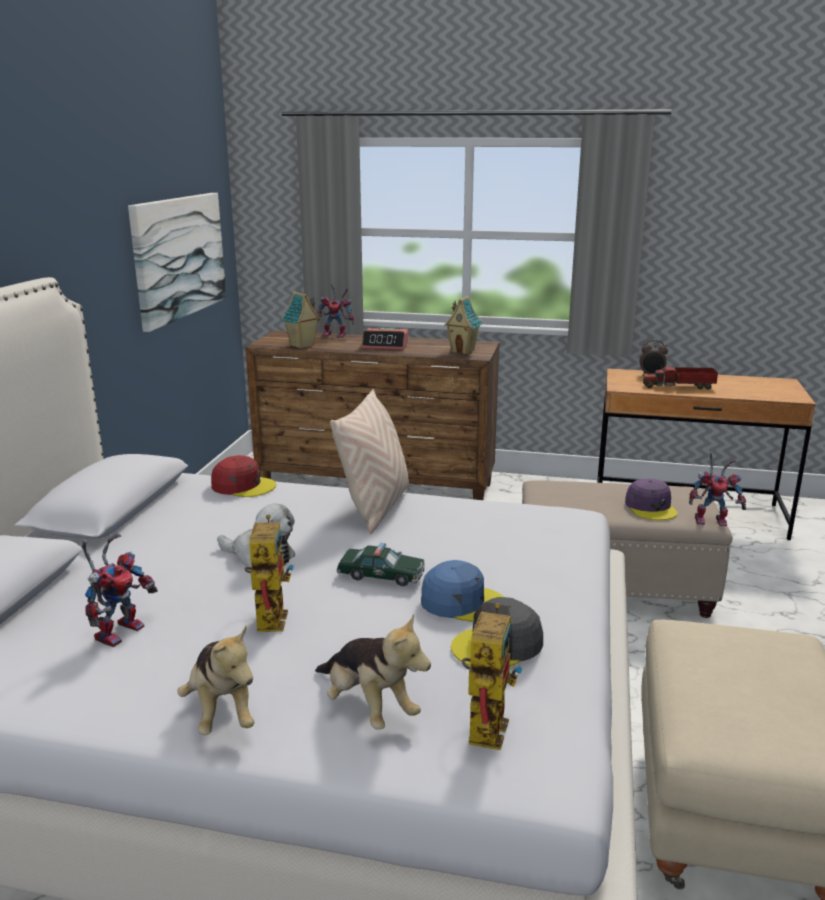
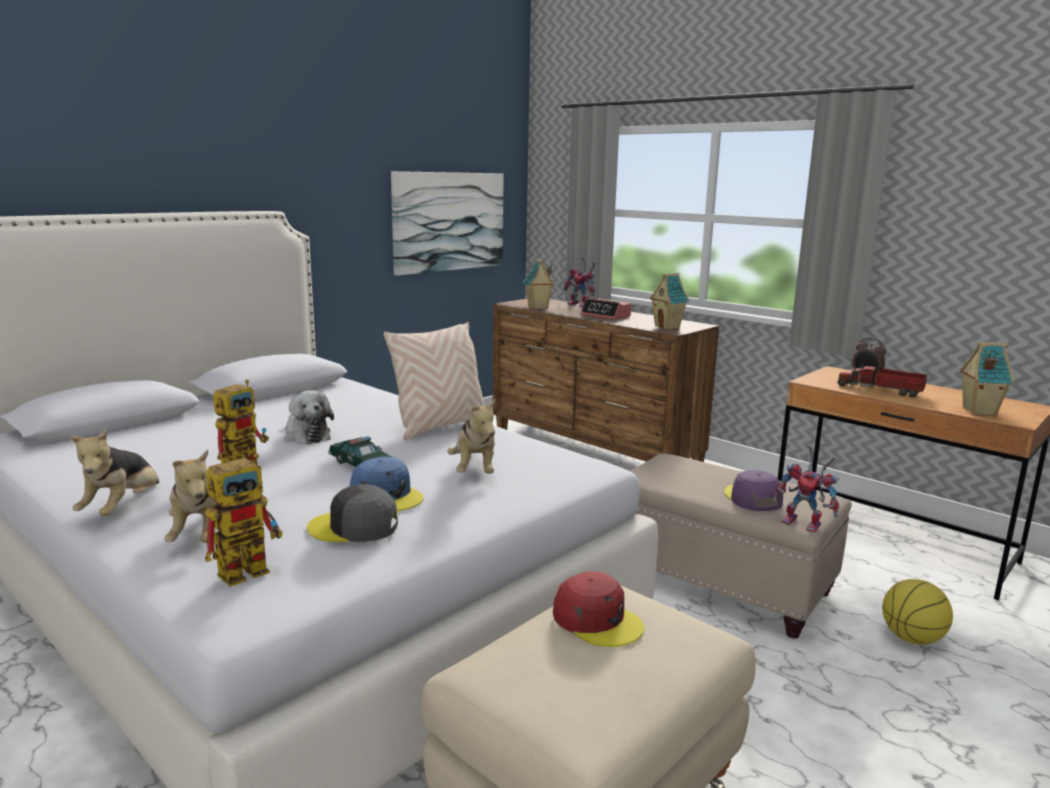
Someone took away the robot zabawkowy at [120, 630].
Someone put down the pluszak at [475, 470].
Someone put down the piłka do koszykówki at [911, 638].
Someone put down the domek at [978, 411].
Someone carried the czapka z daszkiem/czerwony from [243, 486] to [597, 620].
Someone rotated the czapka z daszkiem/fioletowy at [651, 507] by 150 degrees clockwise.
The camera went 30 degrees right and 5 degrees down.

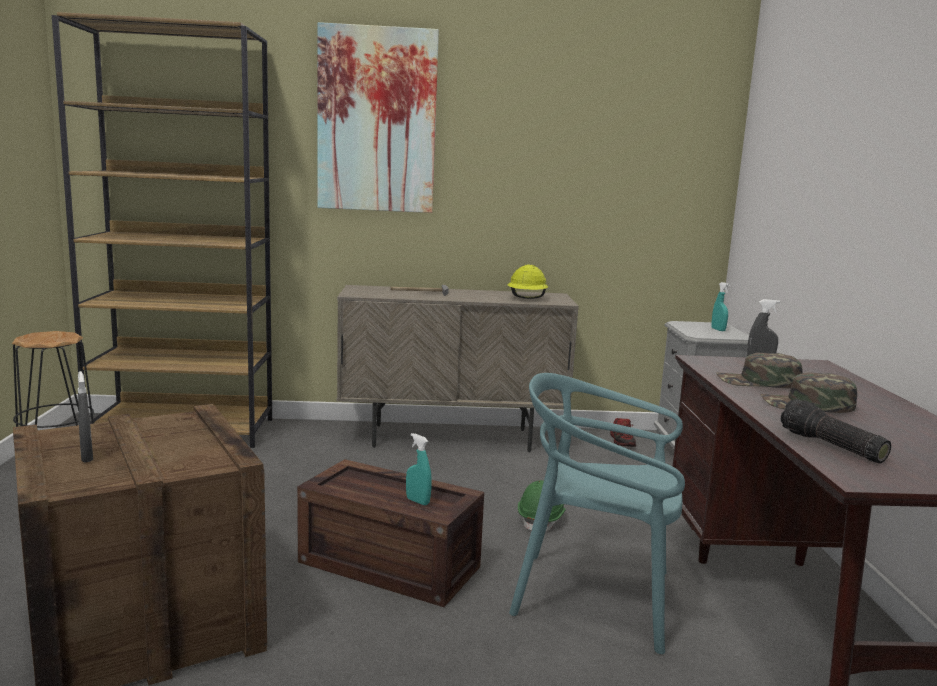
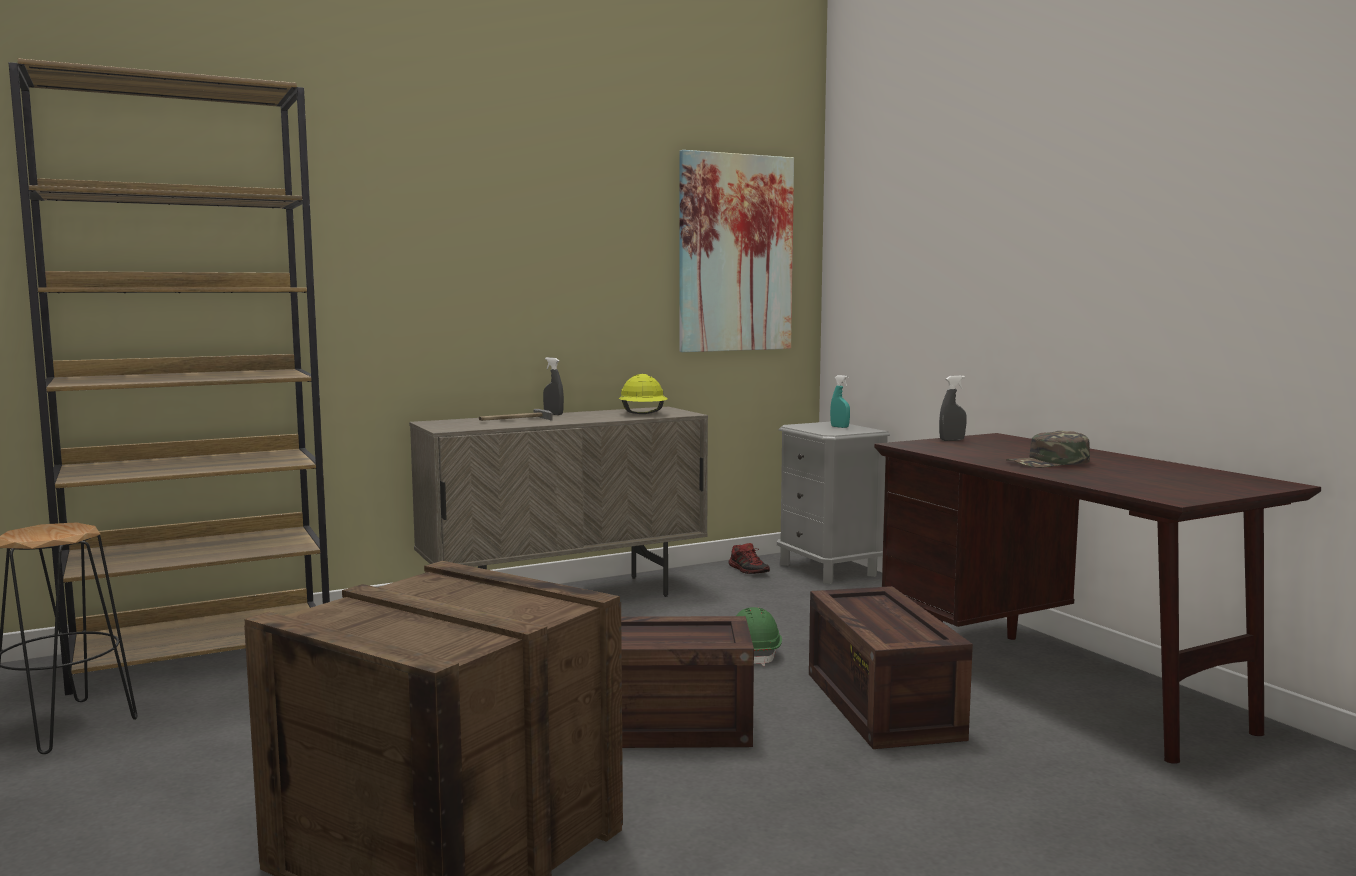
Someone took away the spryskiwacz/turkusowy at [417, 501].
Someone took away the czapka z daszkiem/zielony at [758, 382].
Someone took away the latarka at [829, 446].
Someone carried the spryskiwacz/szary from [86, 457] to [553, 414].
Someone carried the obraz from [377, 120] to [735, 253].
Someone swapped the krzesło/turkusowy at [594, 597] for the skrzynka at [878, 704].
The camera went 25 degrees left and 5 degrees down.

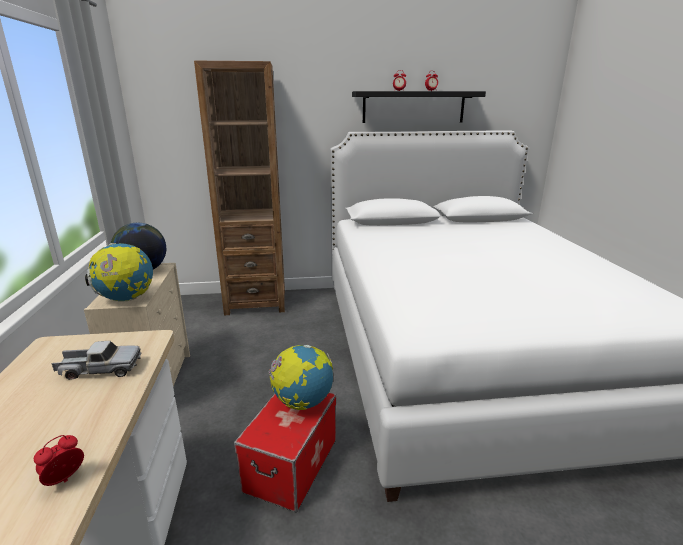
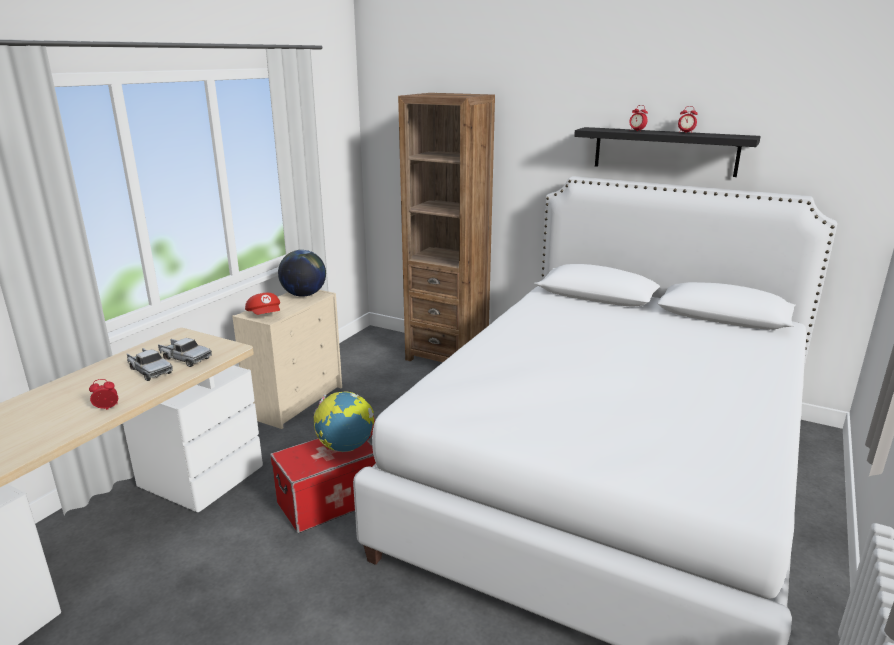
Someone put down the ciężarówka zabawkowa at [149, 370].
Someone swapped the globus at [126, 299] for the czapka z daszkiem/czerwony at [265, 315].
The camera went 35 degrees right and 0 degrees up.

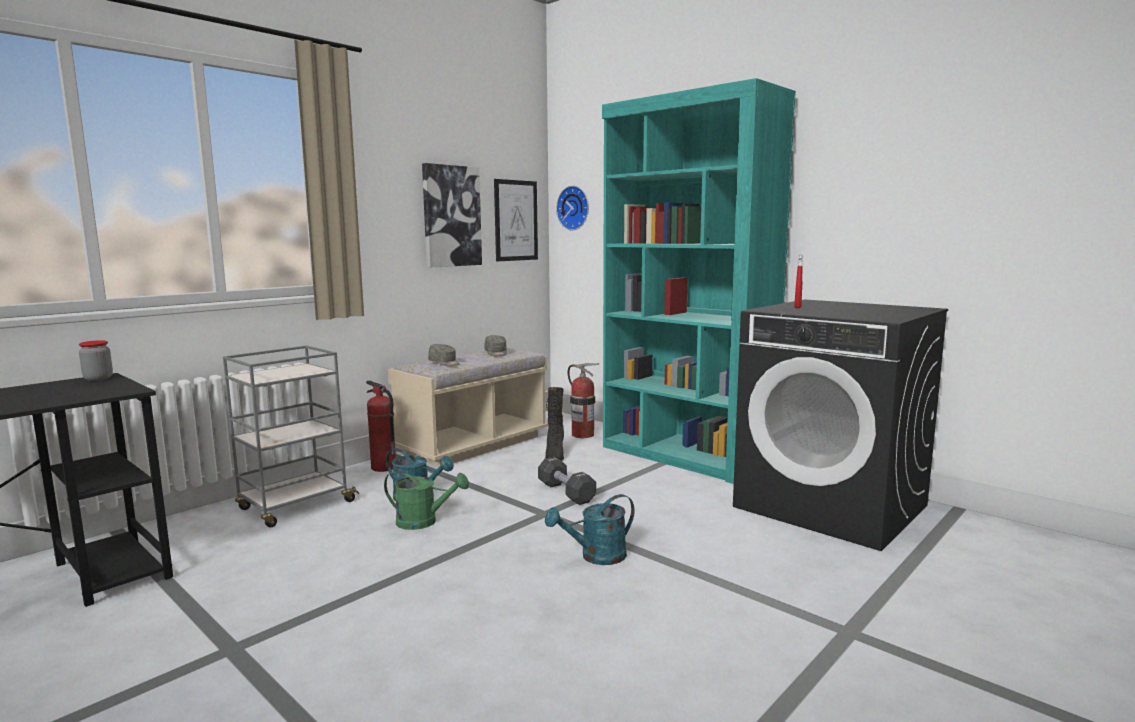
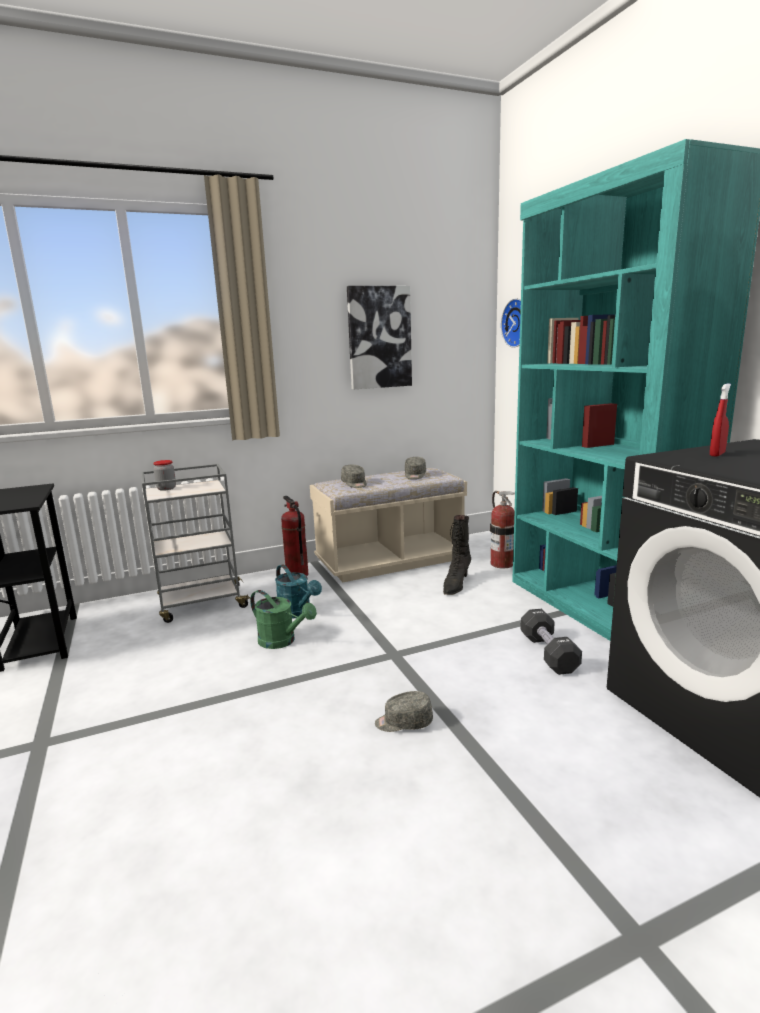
Someone took away the obraz at [516, 220].
Someone carried the słoik from [98, 378] to [166, 488].
Someone carried the hantel/czarny from [566, 492] to [548, 653].
Someone swapped the konewka/turkusowy at [596, 557] for the czapka z daszkiem/szary at [403, 722].
The camera went 25 degrees right and 5 degrees up.

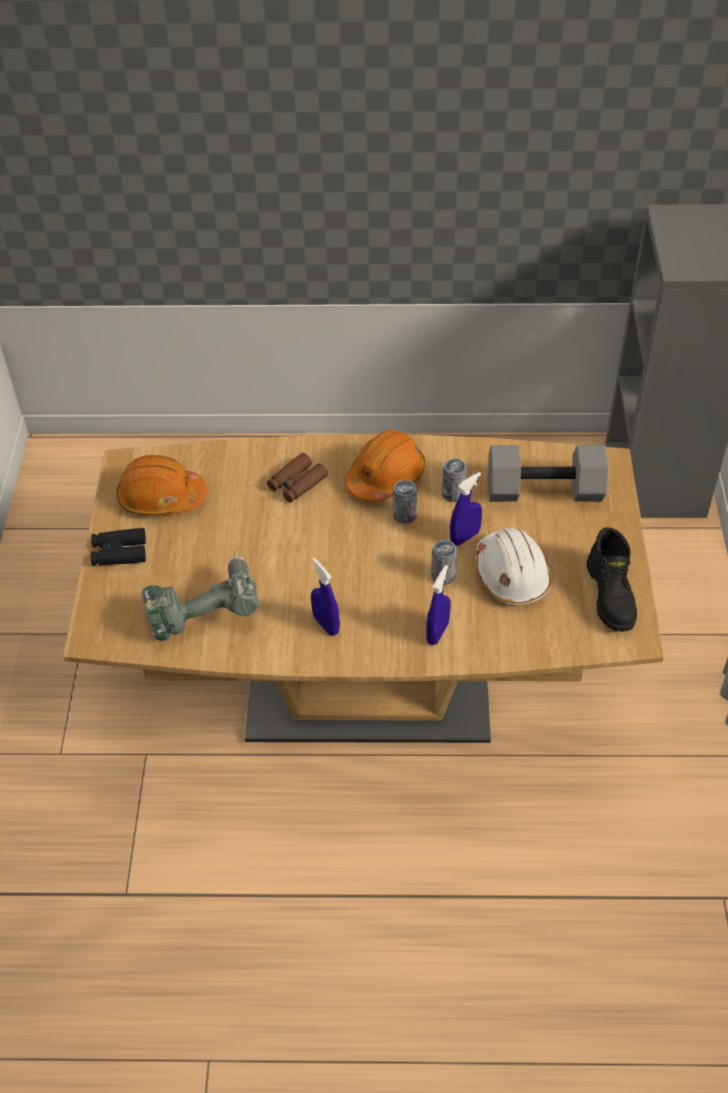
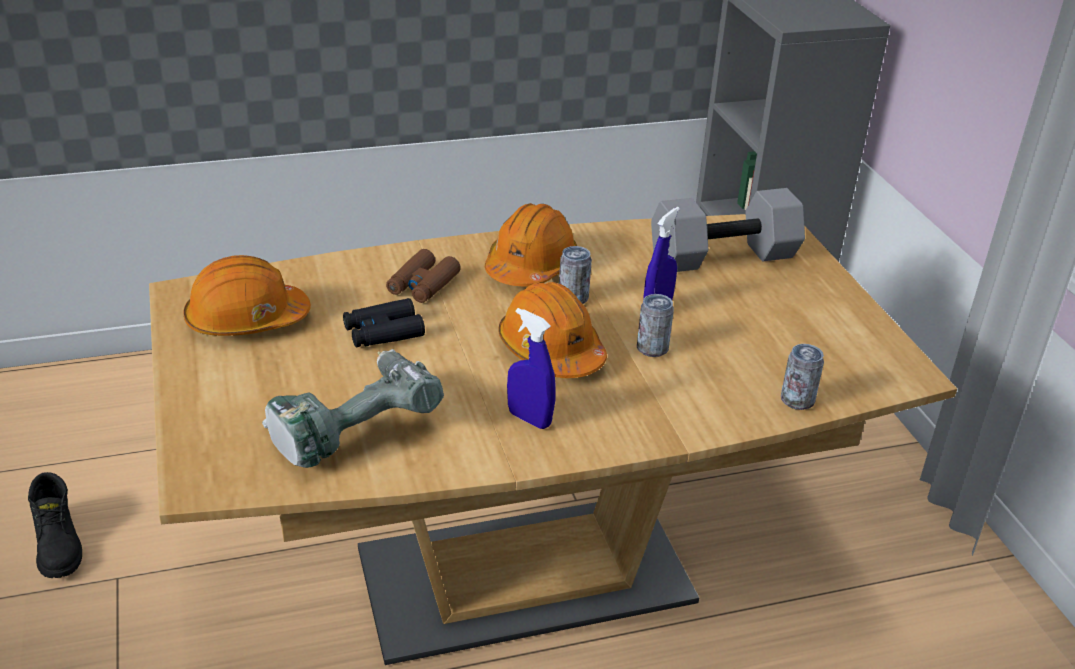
Someone took away the spryskiwacz/niebieski at [437, 633].
Someone took away the kask/biały at [511, 575].
Someone put down the kask/pomarańczowy at [550, 351].
Someone carried the lornetka/czarny from [119, 552] to [383, 332].
Someone carried the puszka from [453, 494] to [797, 400].
Someone carried the but z cholewką/czarny from [611, 595] to [59, 545].
The camera went 20 degrees left and 15 degrees down.

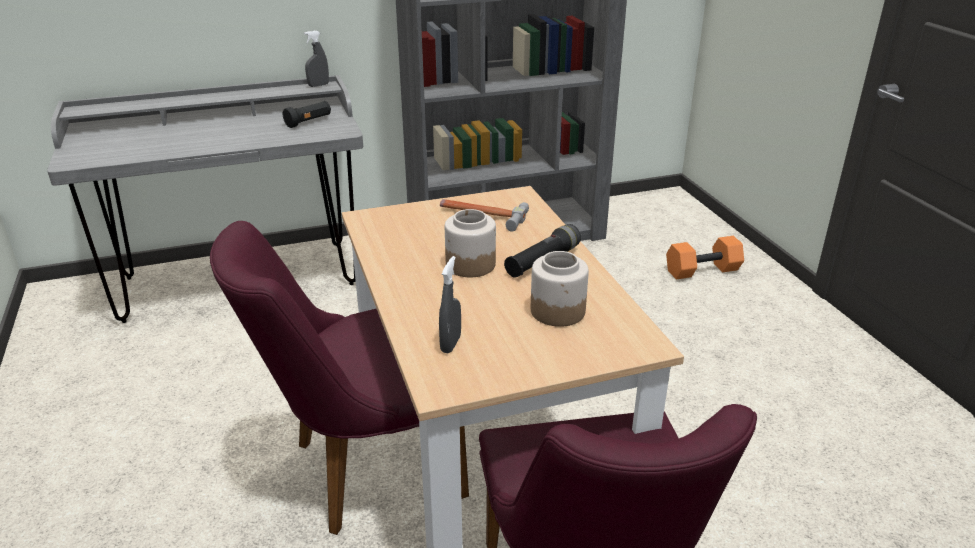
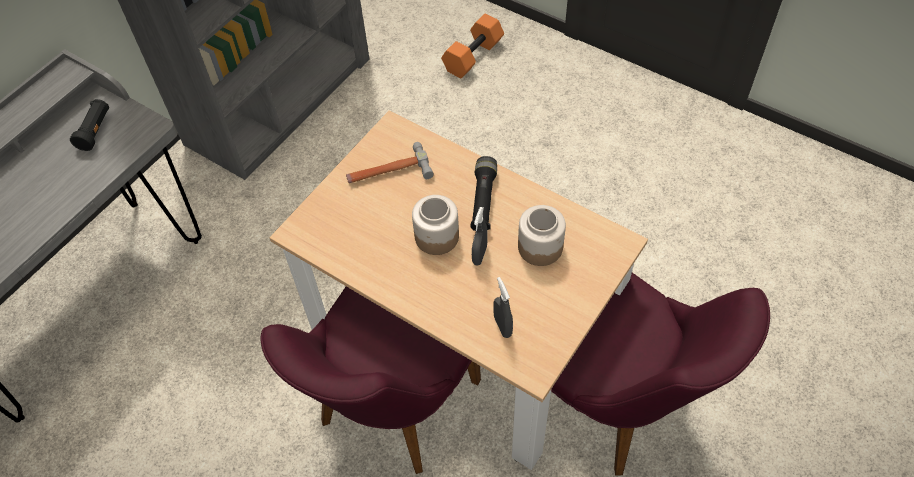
Someone carried the spryskiwacz/szary from [318, 85] to [479, 255].
The camera went 35 degrees left and 25 degrees up.

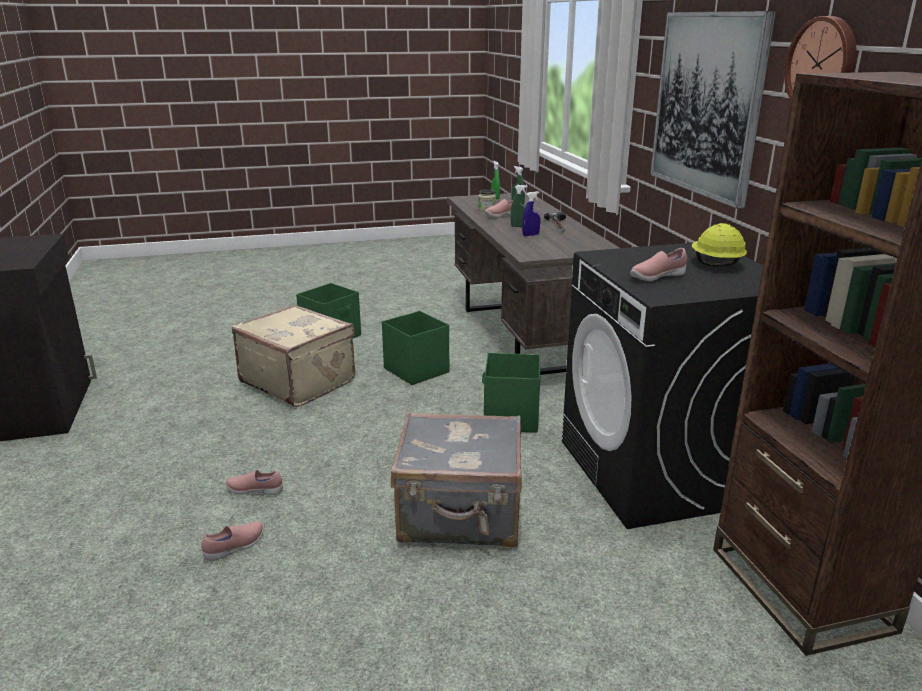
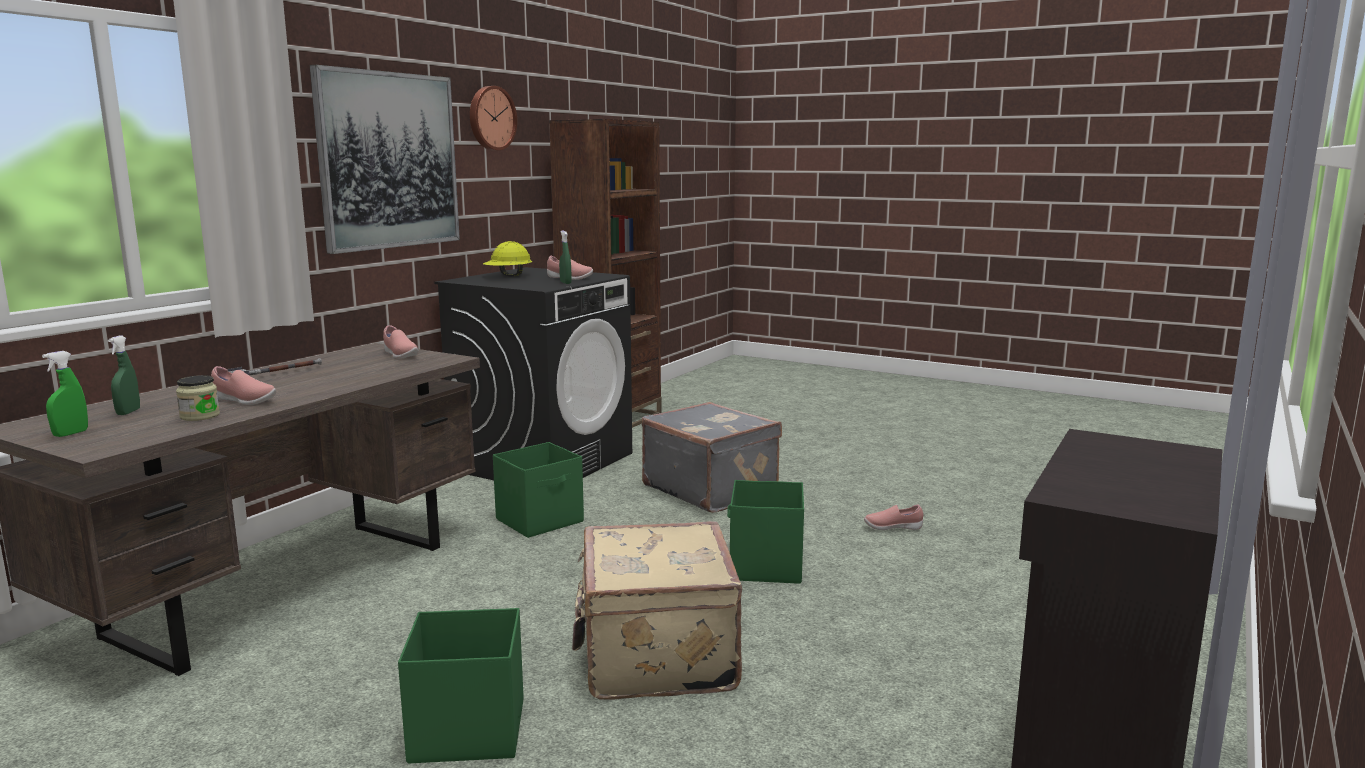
Someone took away the spryskiwacz/niebieski at [530, 235].
Someone carried the but/różowy from [255, 491] to [400, 355].
Someone carried the pojemnik do przechowywania/zielony from [416, 370] to [765, 567].
Someone carried the spryskiwacz/zielony from [519, 226] to [565, 283].
The camera went 135 degrees left and 10 degrees down.

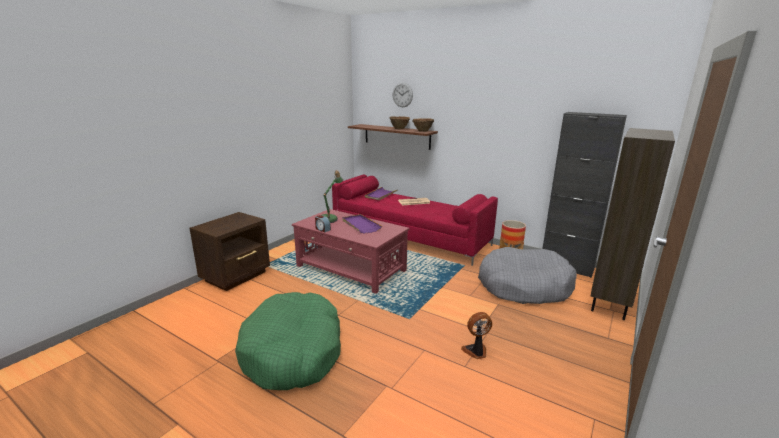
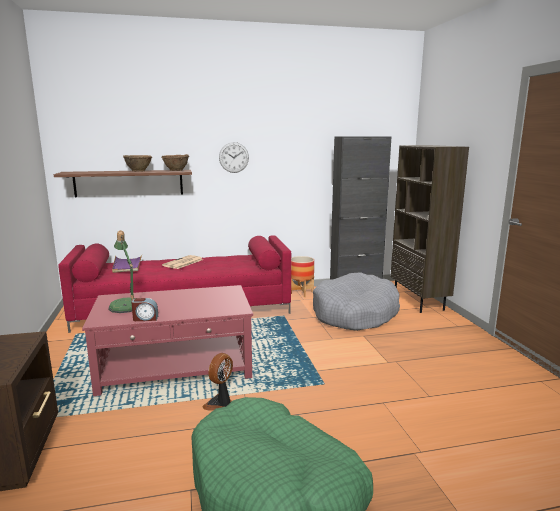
Someone took away the taca/fioletowy at [360, 225].
Someone carried the zegar ścienny from [402, 95] to [234, 157].
Someone carried the wentylator from [476, 352] to [220, 404].
The camera went 45 degrees left and 5 degrees down.

